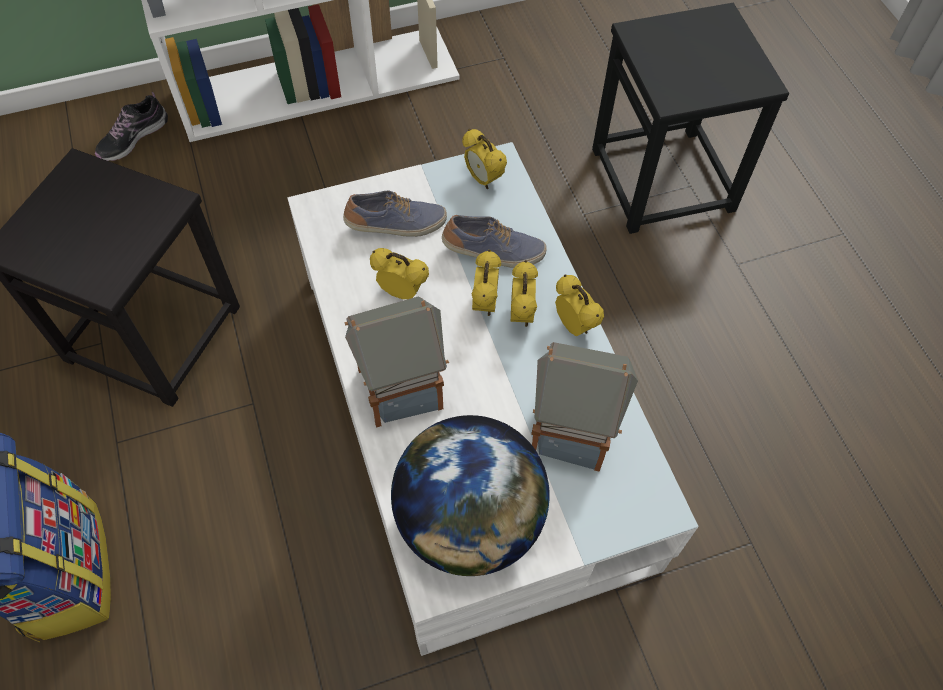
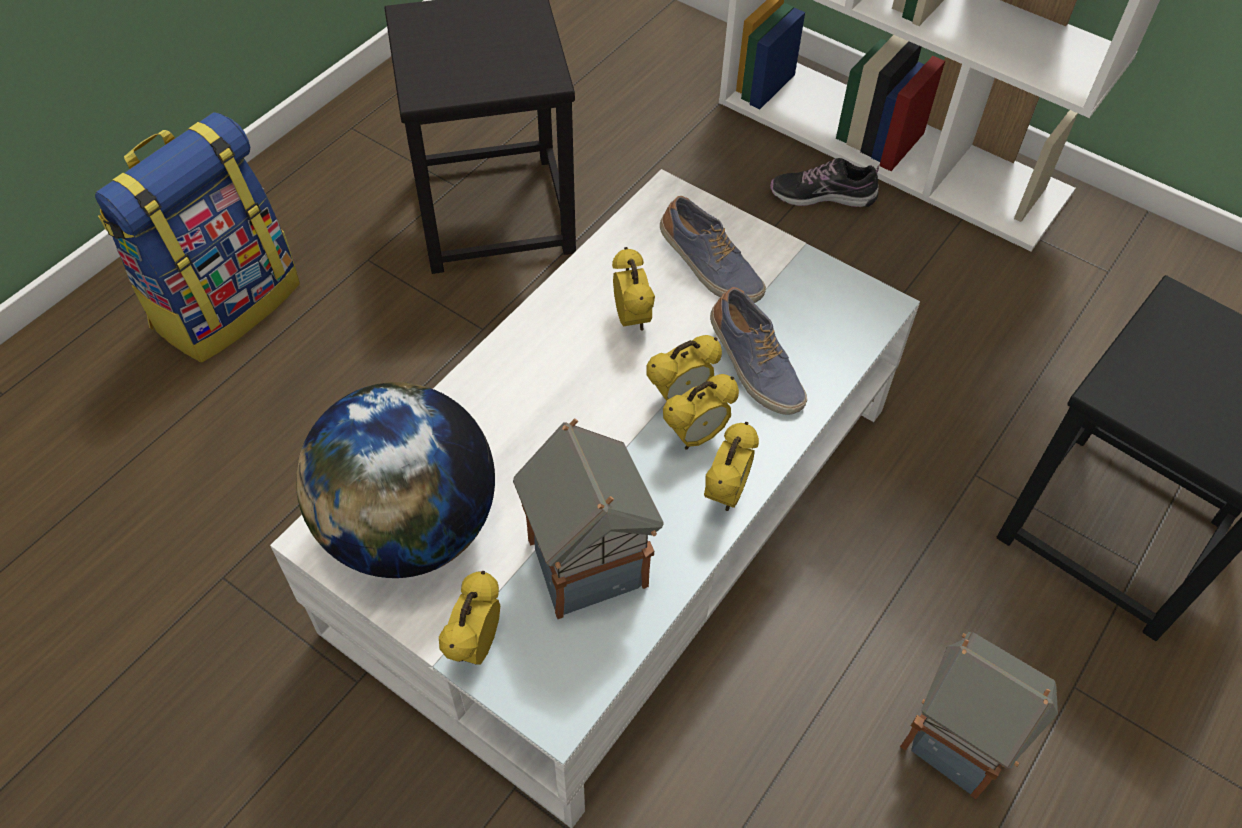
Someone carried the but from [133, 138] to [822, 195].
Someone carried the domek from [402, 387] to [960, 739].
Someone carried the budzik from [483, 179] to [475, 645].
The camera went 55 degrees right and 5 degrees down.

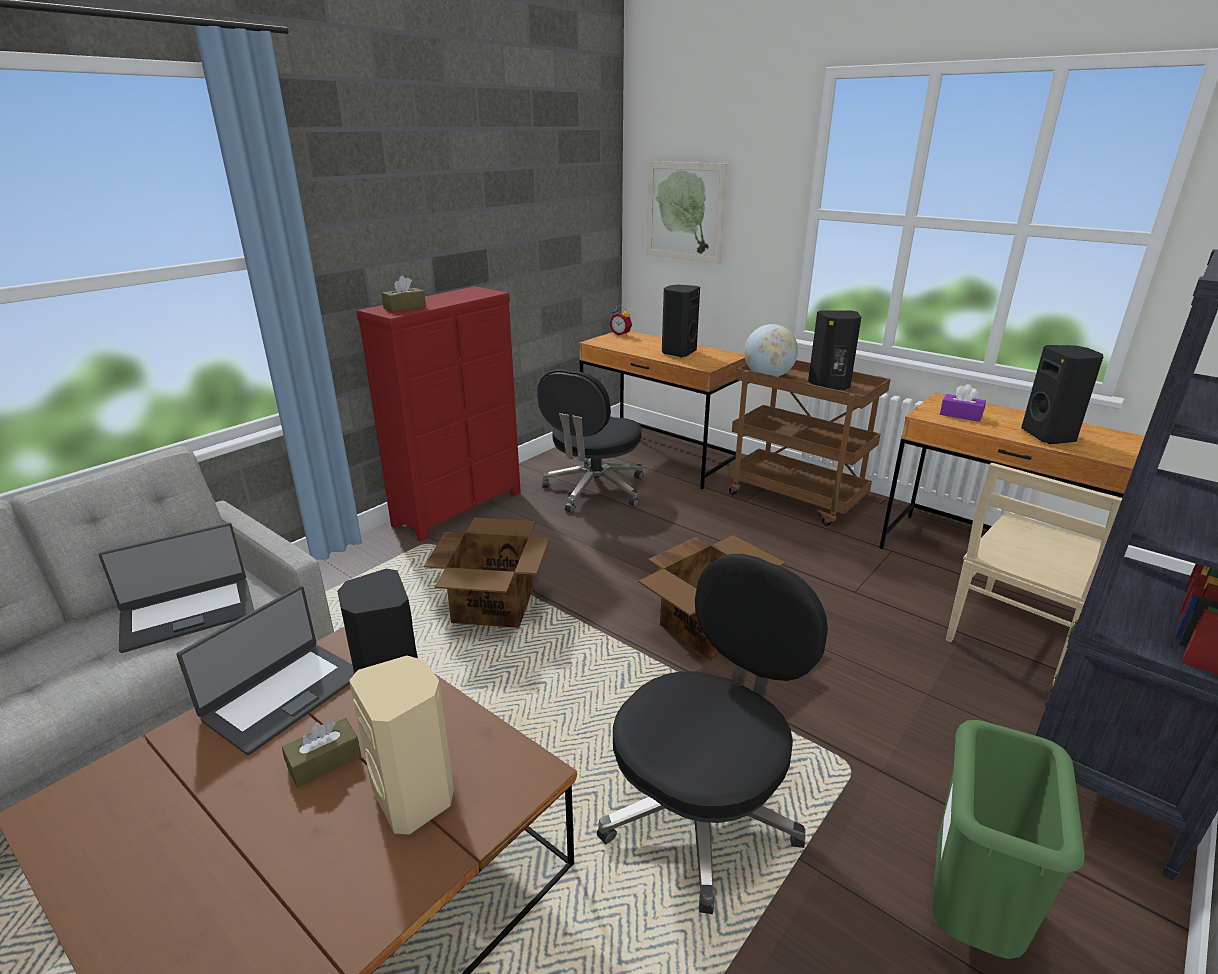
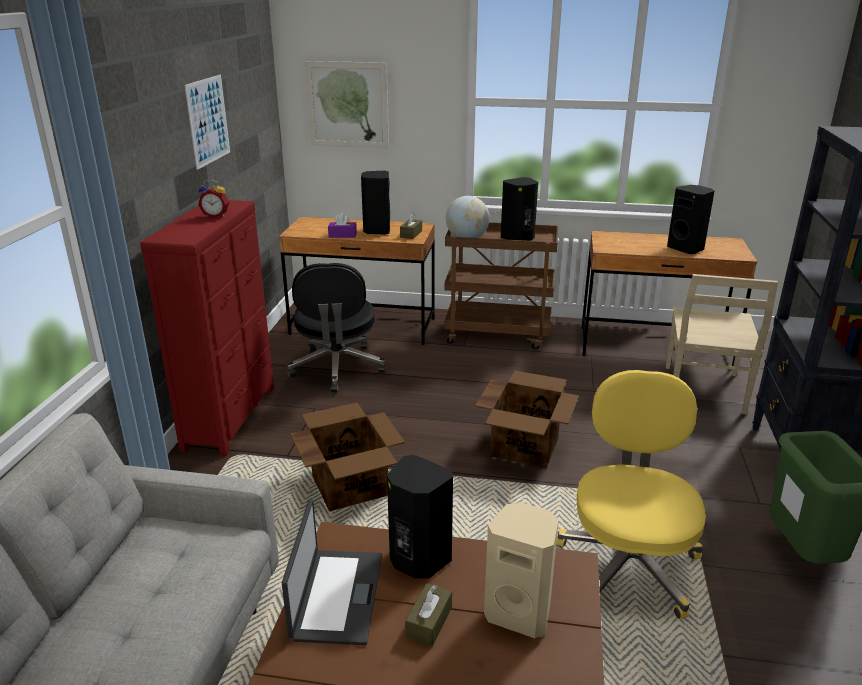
Someone took away the laptop at [188, 613].
Someone put up the obraz at [208, 121].
Someone carried the pudełko chusteczek/brązowy from [404, 307] to [411, 234].
Someone carried the budzik from [621, 334] to [216, 216].
Someone carried the pudełko chusteczek/fioletowy from [960, 415] to [342, 235].
Someone repainted the krzesło biurowe/czarny at [702, 811], which became the krzesło biurowe/żółty at [628, 563].
The camera went 30 degrees left and 0 degrees up.

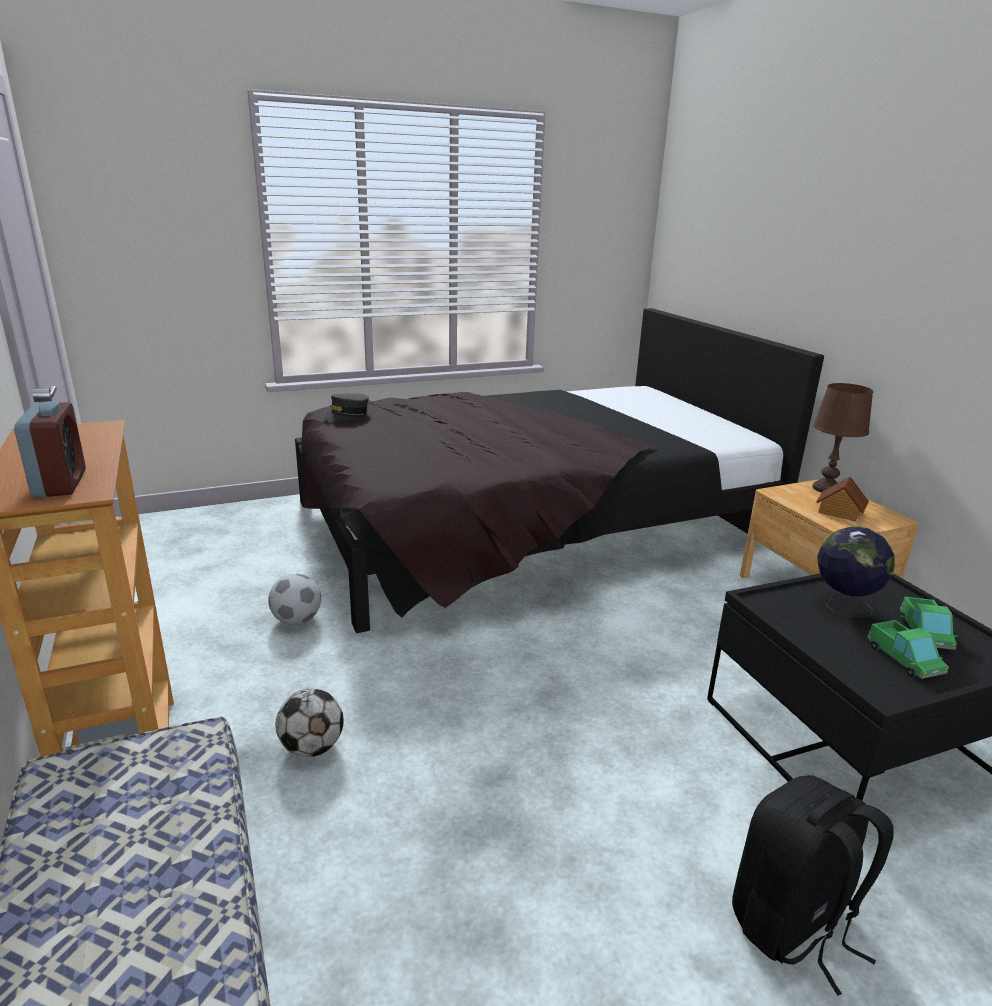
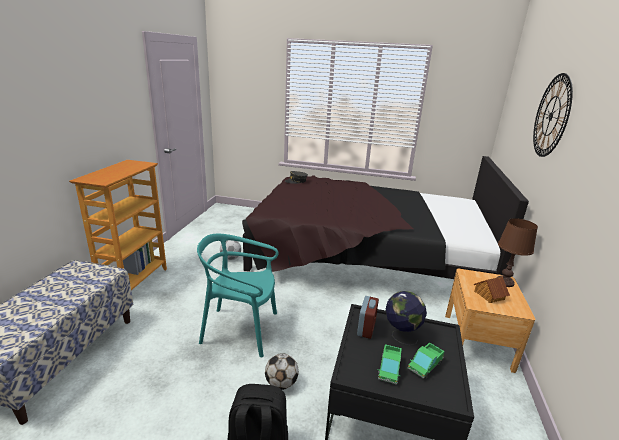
Someone put down the krzesło/turkusowy at [240, 330].
Someone put up the zegar ścienny at [551, 116].
Someone carried the budzik from [60, 484] to [366, 328].
Someone carried the piłka futbolowa from [312, 747] to [281, 383].
The camera went 35 degrees right and 0 degrees up.

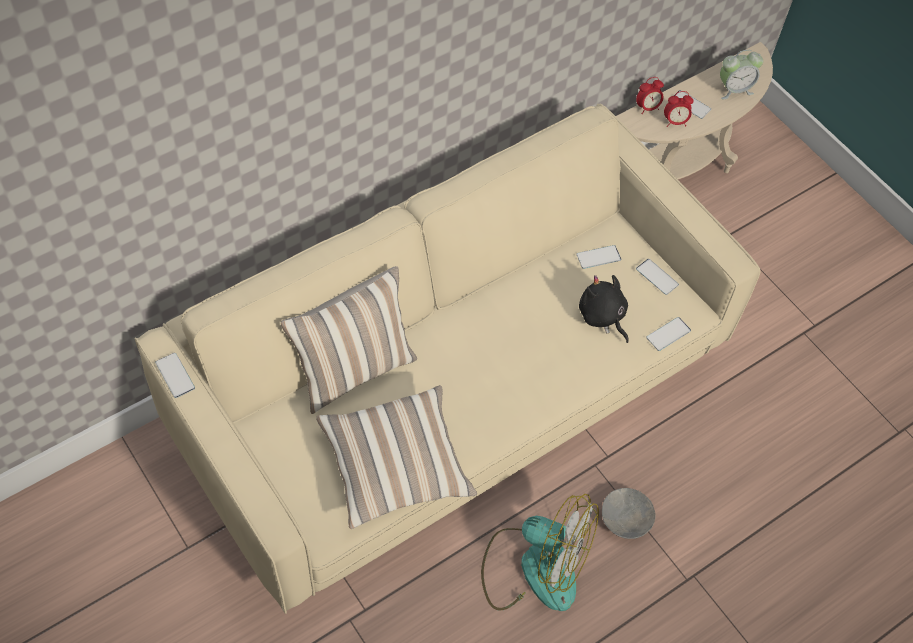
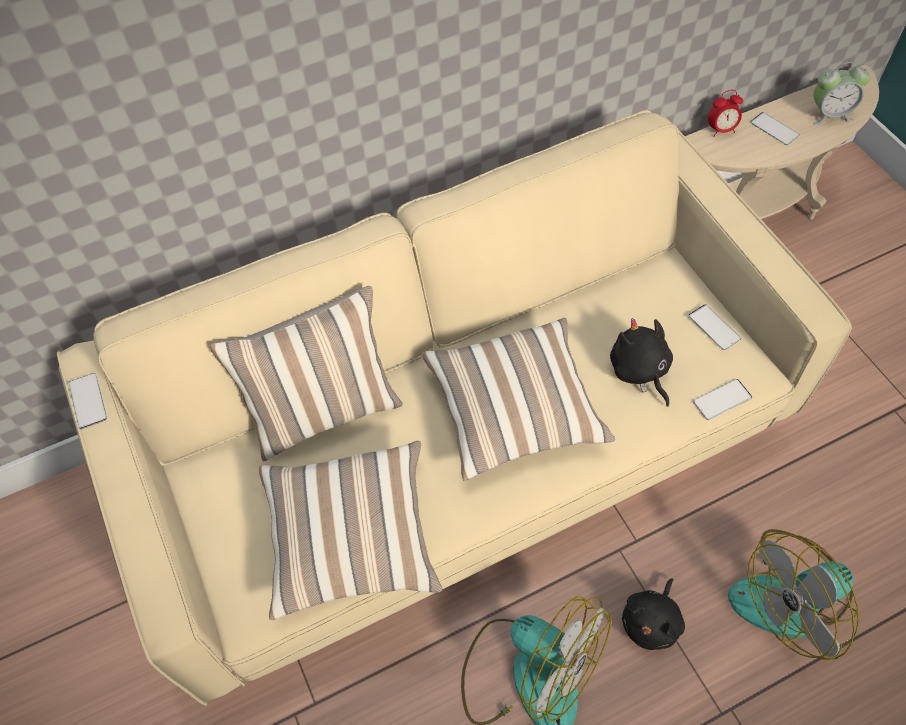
Someone took away the telefon at [598, 257].
Someone took away the budzik at [675, 122].
Someone put down the poduszka at [515, 411].
Someone put down the wentylator at [791, 597].
Someone swapped the miska/szary at [626, 518] for the pluszak/czarny at [652, 621].
The camera went 15 degrees right and 0 degrees up.

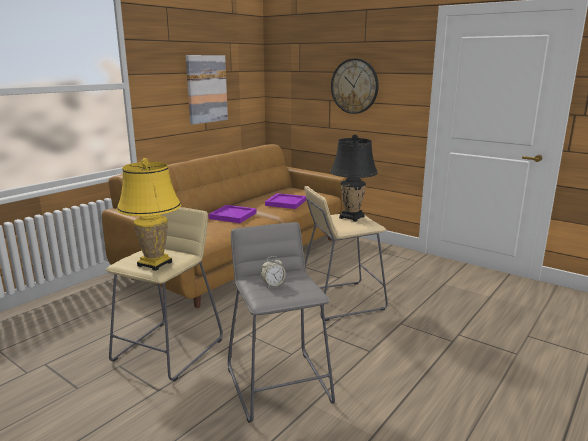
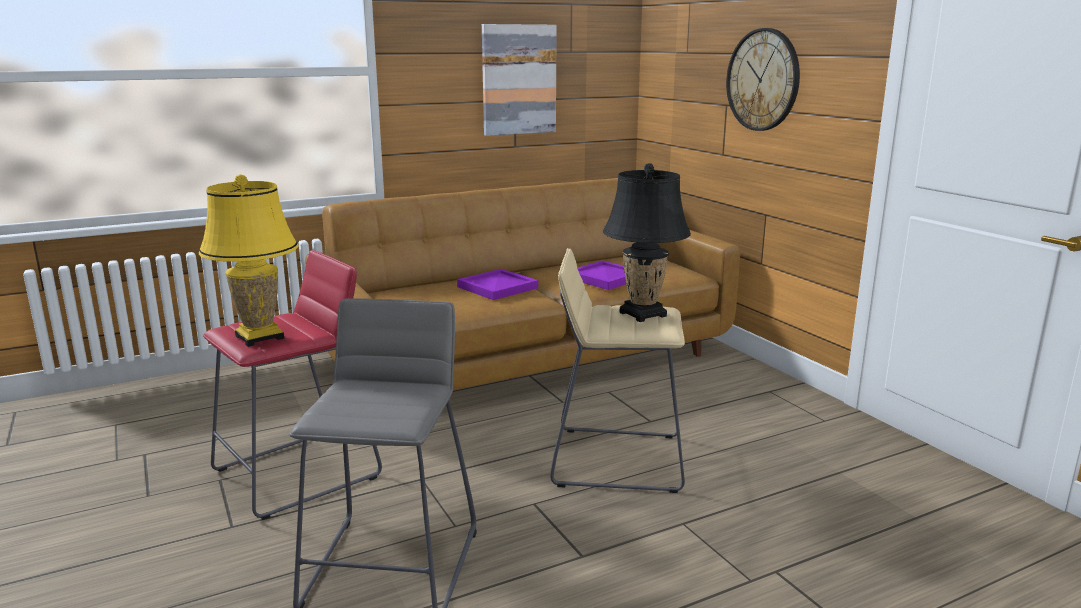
Someone took away the budzik at [273, 284].
Someone repainted the stołek/beżowy at [168, 349], which became the stołek/czerwony at [297, 473].
The camera went 25 degrees right and 0 degrees up.

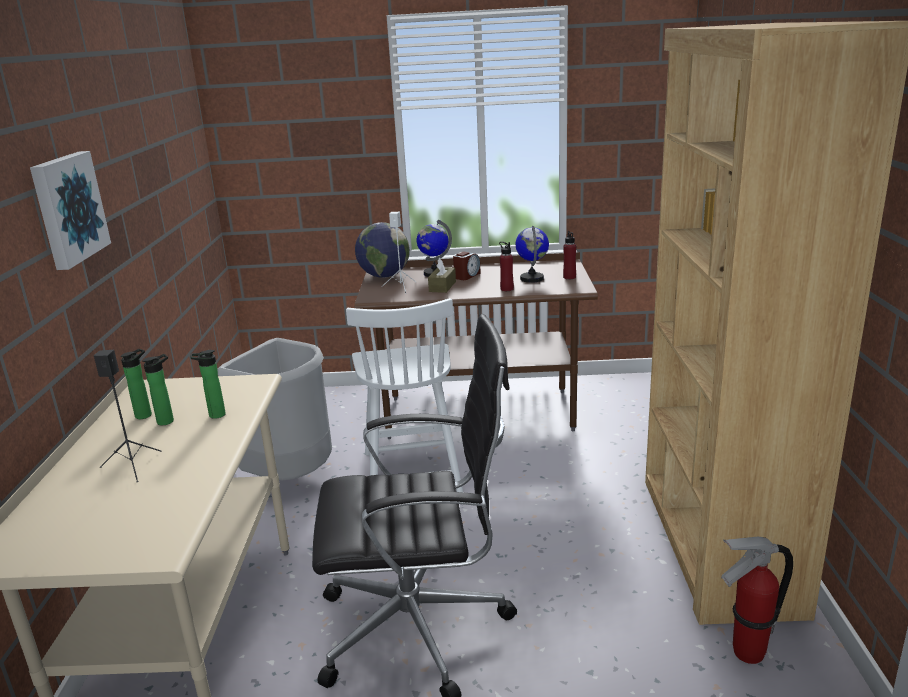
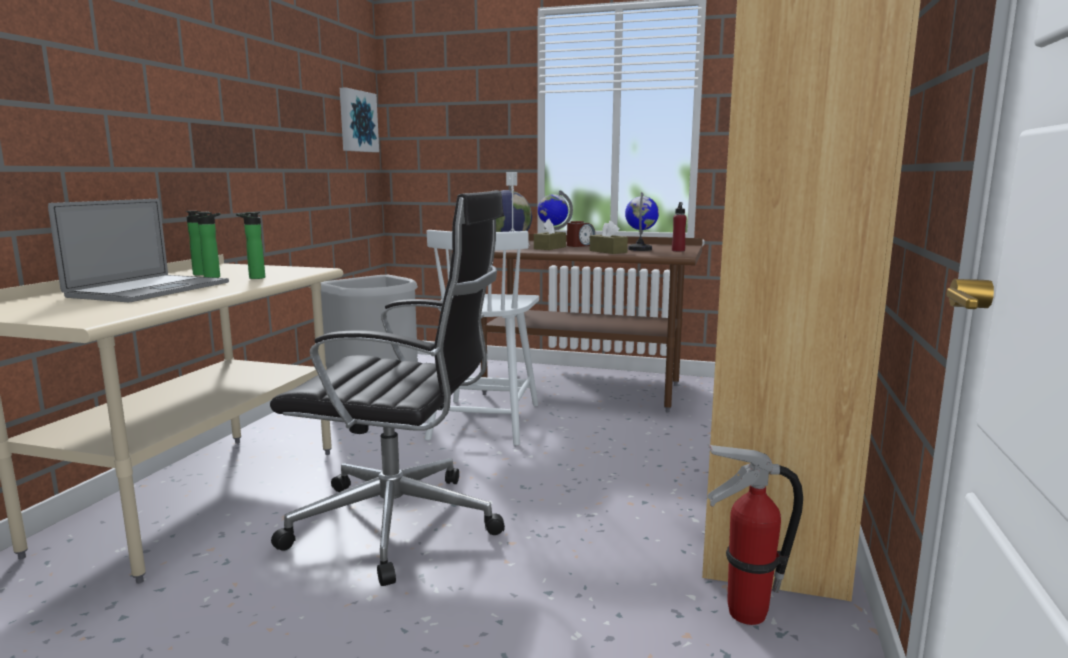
Someone carried the obraz from [67, 208] to [357, 121].
Someone swapped the głośnik/czarny at [133, 466] for the laptop at [150, 289].
Someone swapped the butelka/czerwony at [507, 289] for the pudełko chusteczek/brązowy at [608, 251].
The camera went 15 degrees right and 10 degrees down.

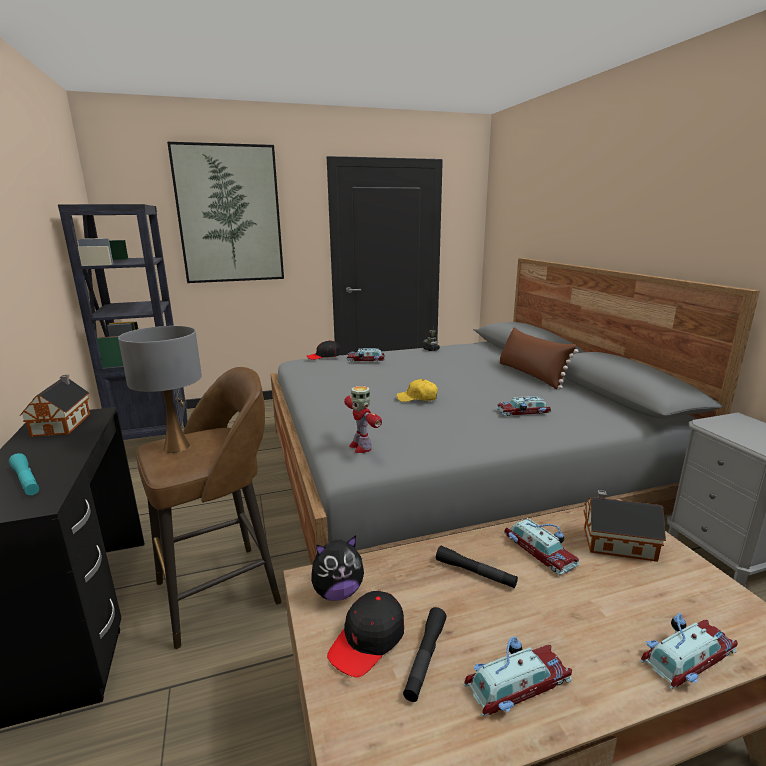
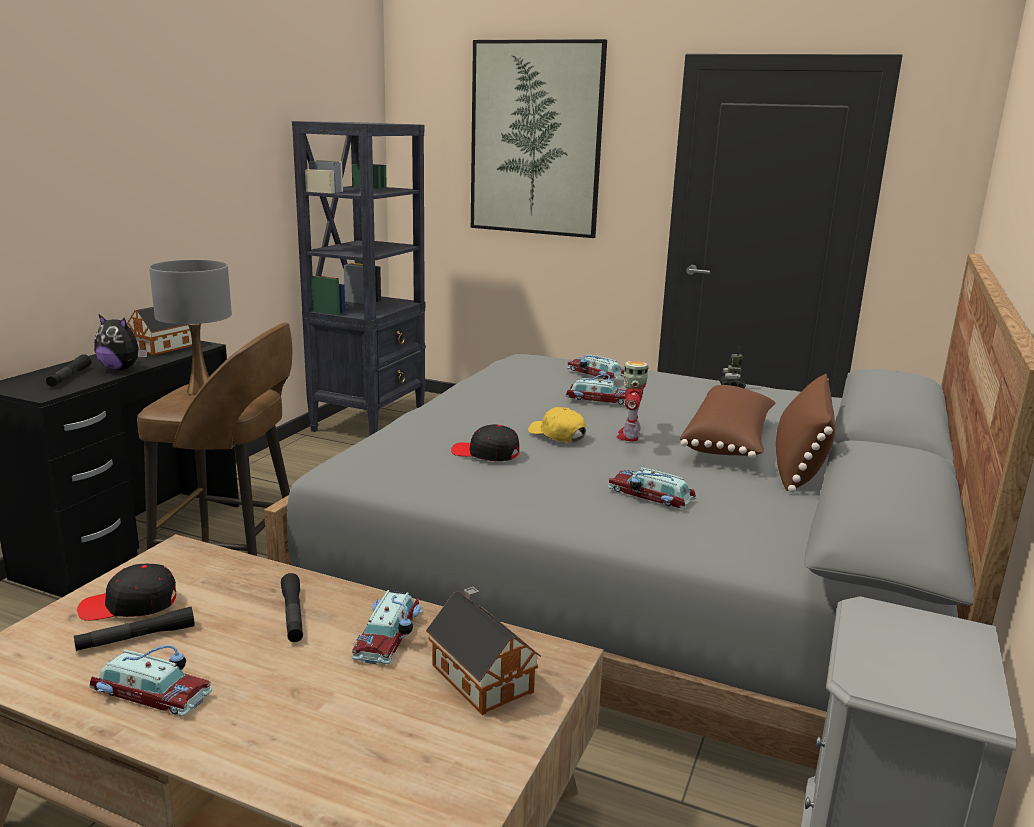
Someone put down the poduszka/brązowy at [729, 441].
Someone carried the czapka z daszkiem/czarny from [324, 356] to [486, 454].
Someone carried the pluszak from [338, 592] to [121, 369].
Someone carried the robot zabawkowy from [361, 447] to [629, 436].
Someone carried the samochodzik from [685, 656] to [598, 398].
Someone repainted the latarka/turkusowy at [26, 480], which became the latarka/czarny at [69, 377].
The camera went 40 degrees right and 0 degrees up.

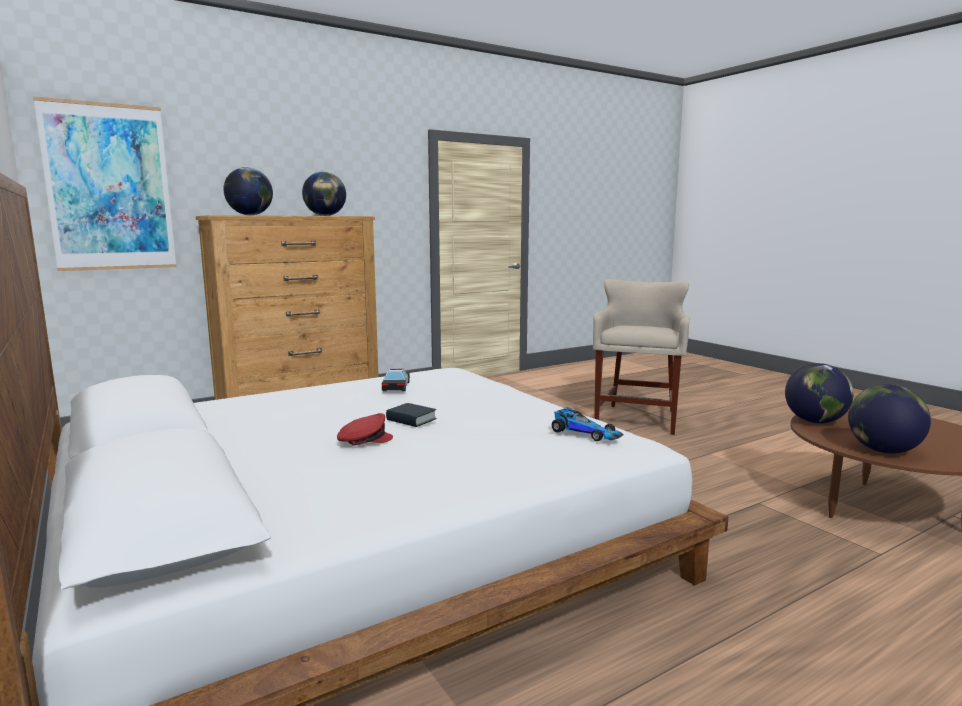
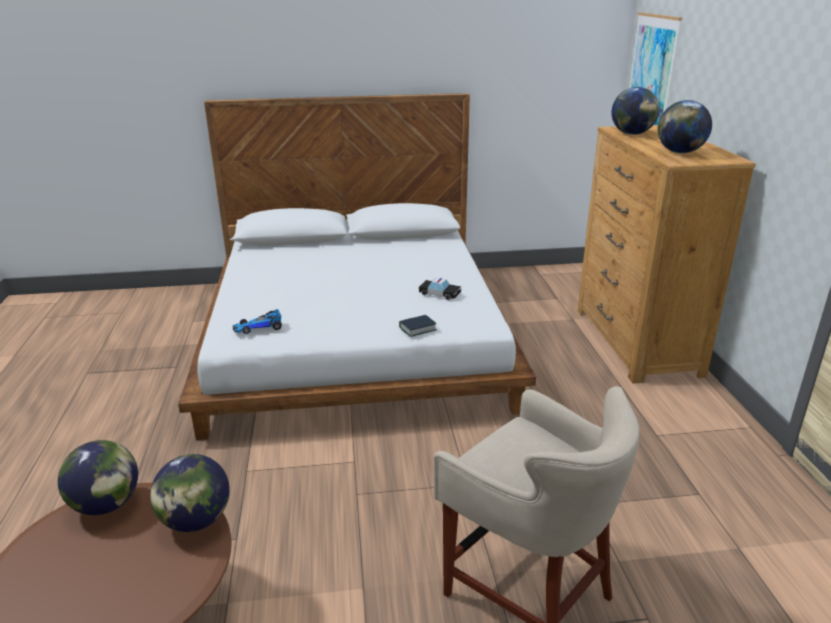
Someone took away the czapka z daszkiem/czerwony at [363, 440].
Someone carried the książka from [411, 420] to [417, 329].
The camera went 115 degrees right and 15 degrees up.

